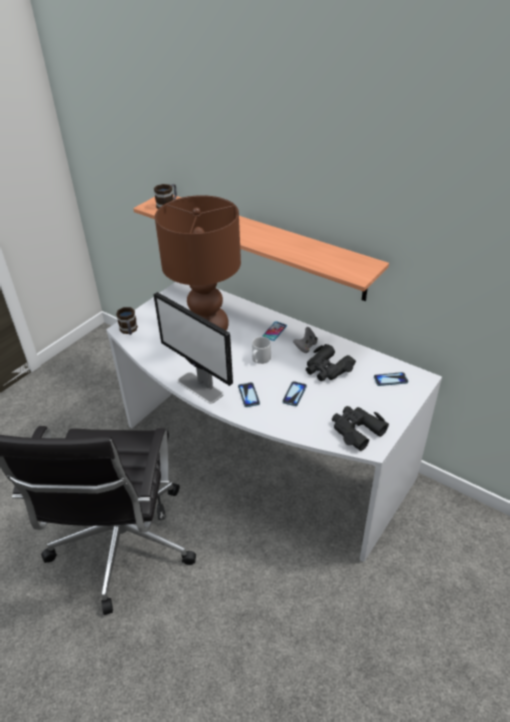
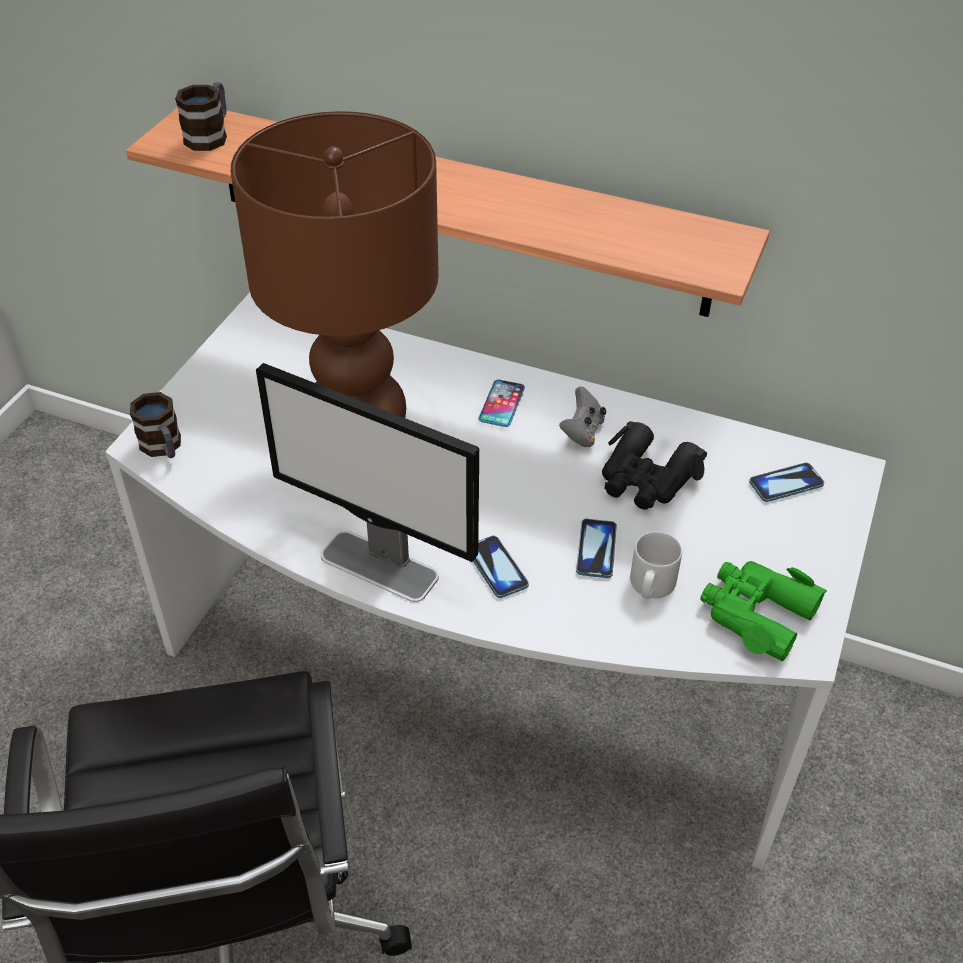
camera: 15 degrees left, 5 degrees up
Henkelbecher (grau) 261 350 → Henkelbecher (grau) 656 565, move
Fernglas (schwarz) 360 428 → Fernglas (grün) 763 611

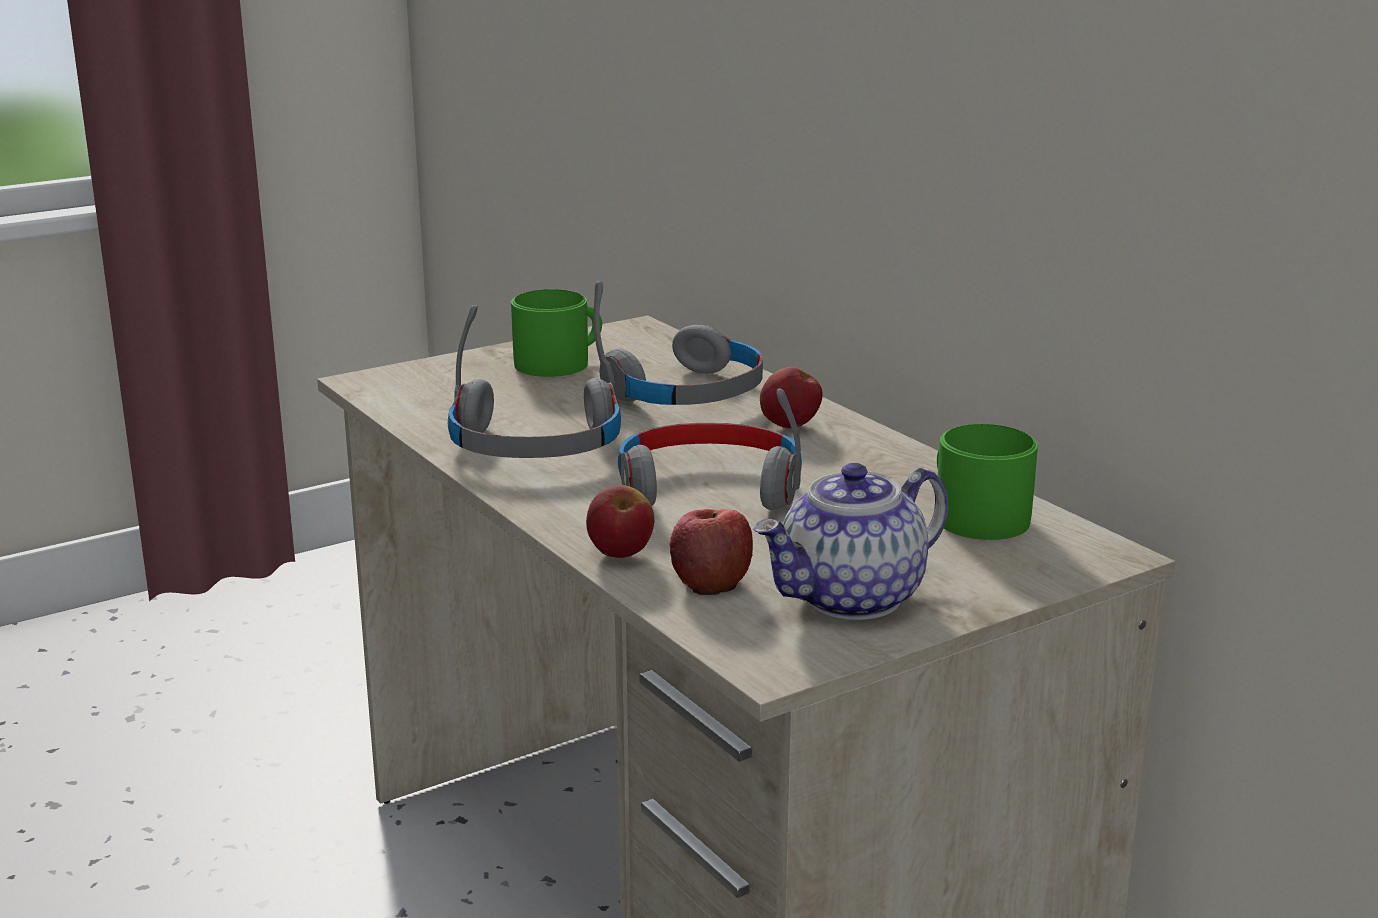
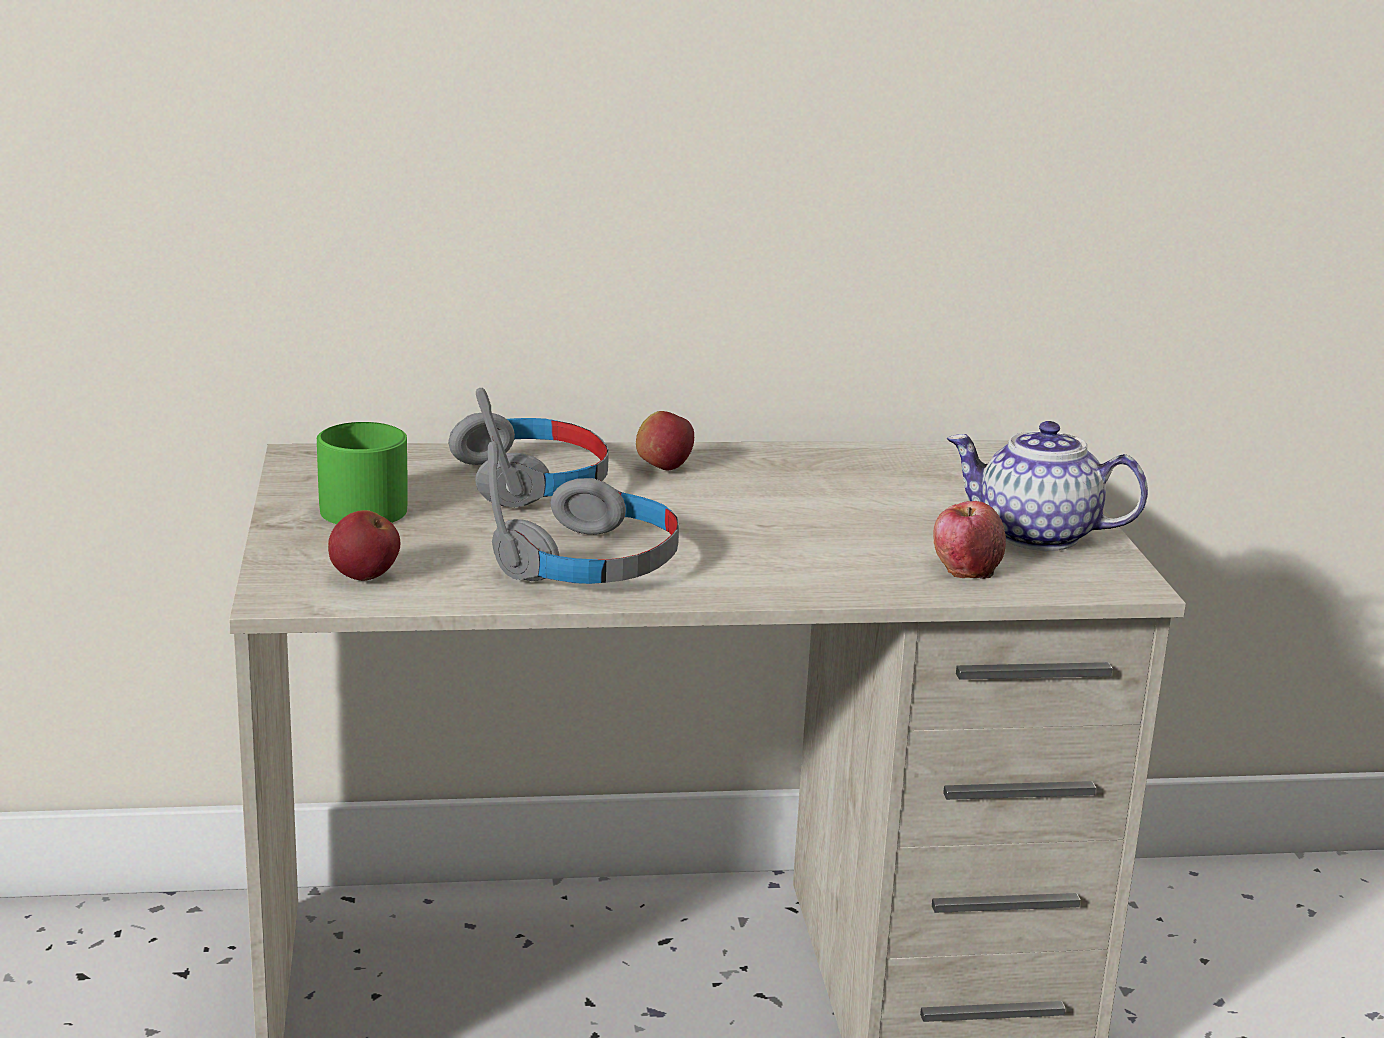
camera: 65 degrees left, 0 degrees up
Apfel 620 521 → Apfel 364 545, move
Kopfhörer (grau) 710 449 → -
Teekanne 850 541 → Teekanne 1047 486, 120 degrees clockwise
Henkelbecher (grün) 987 482 → -

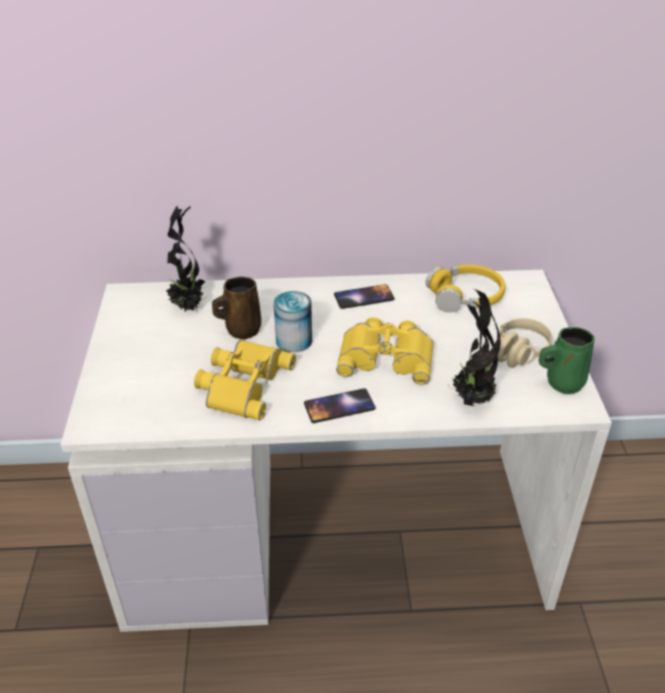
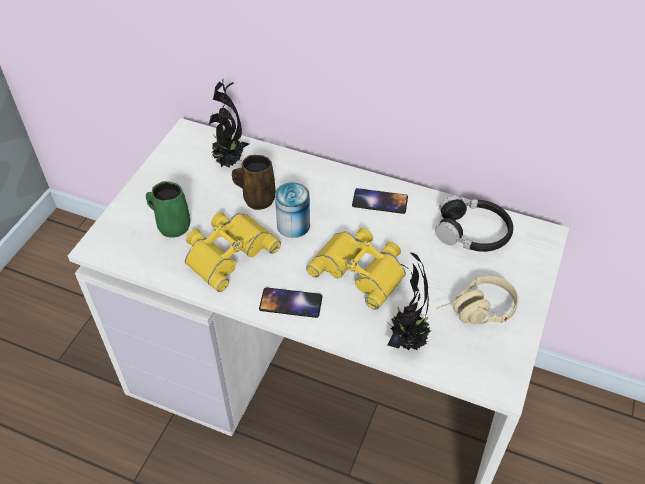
camera: 25 degrees right, 10 degrees up
Kopfhörer (gelb) 466 289 → Kopfhörer (schwarz) 474 224
Henkelbecher (grün) 567 360 → Henkelbecher (grün) 168 209, move

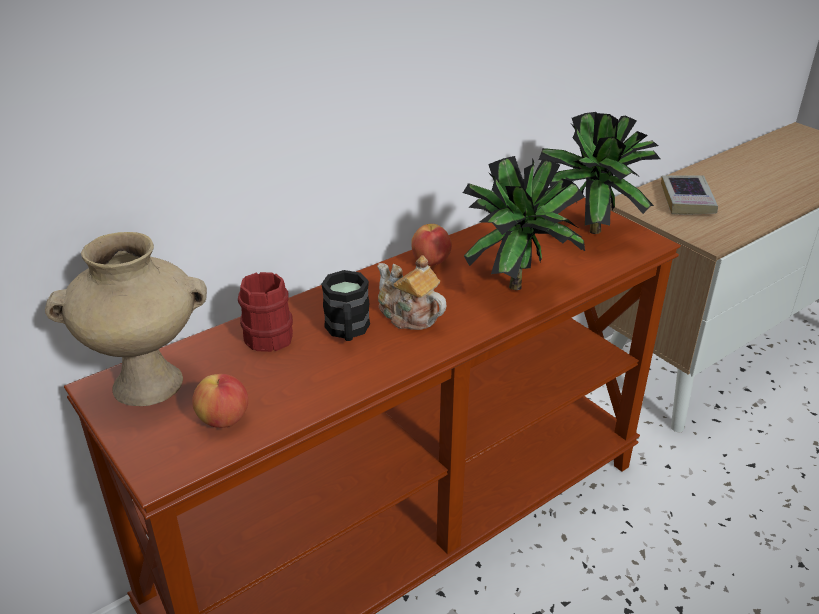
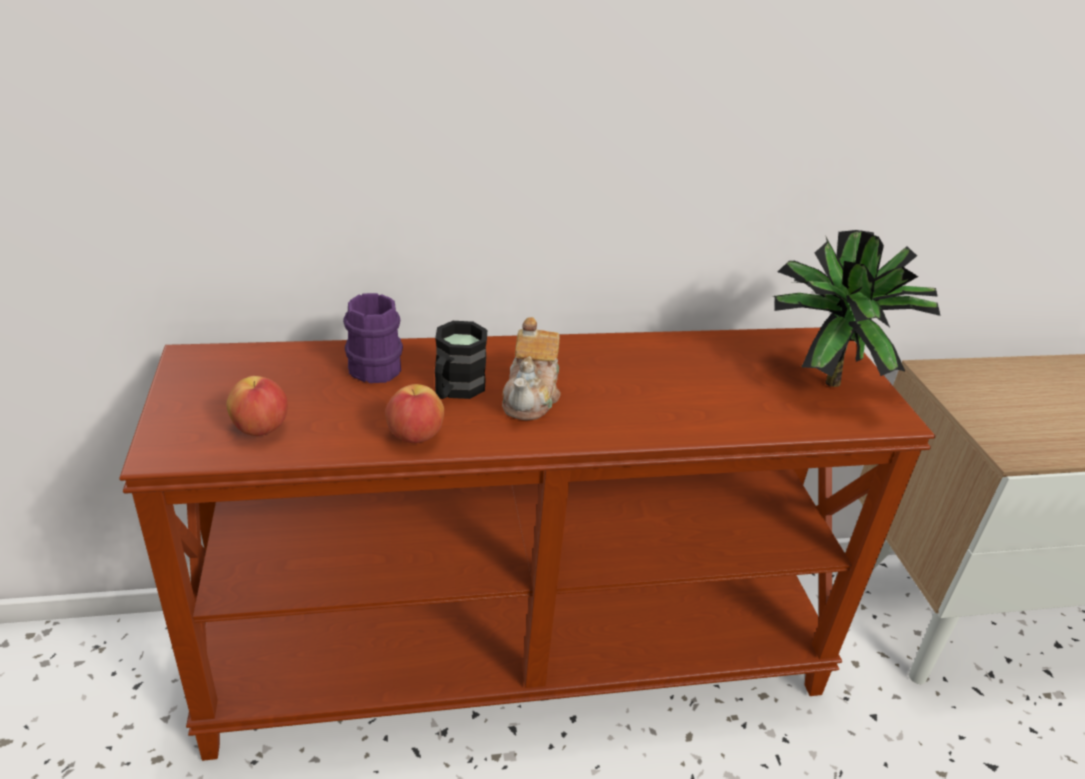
camera: 25 degrees right, 0 degrees up
Vase (beige) 126 319 → -
Henkelbecher (rot) 265 312 → Henkelbecher (lila) 373 338
Teekanne 412 292 → Teekanne 531 368, 150 degrees counterclockwise
Apfel 431 245 → Apfel 414 413, move
Topfpflanze 524 223 → -
Buch 689 194 → -

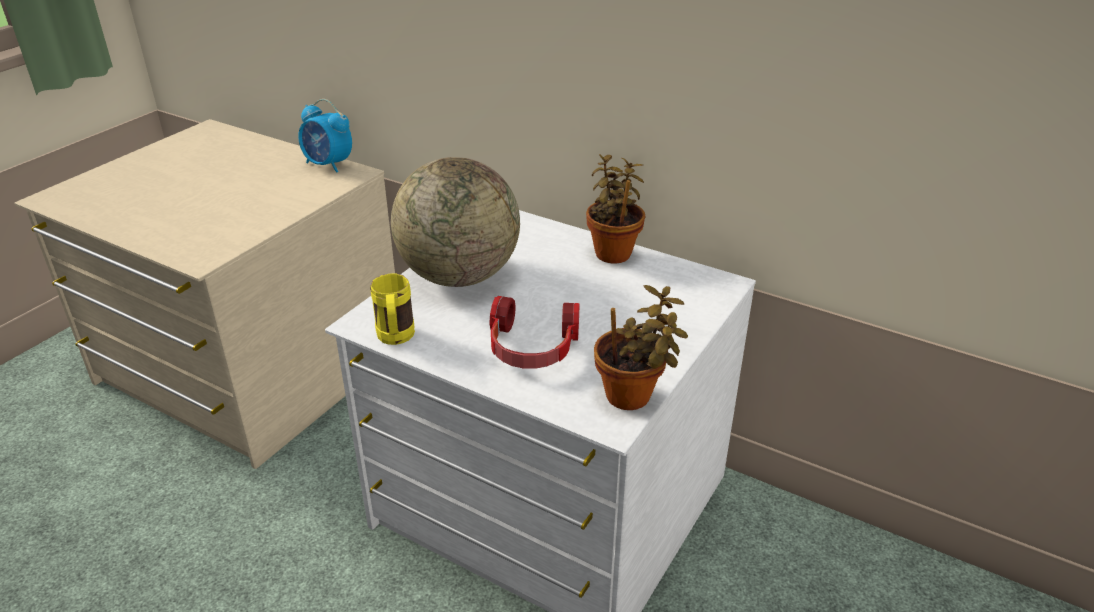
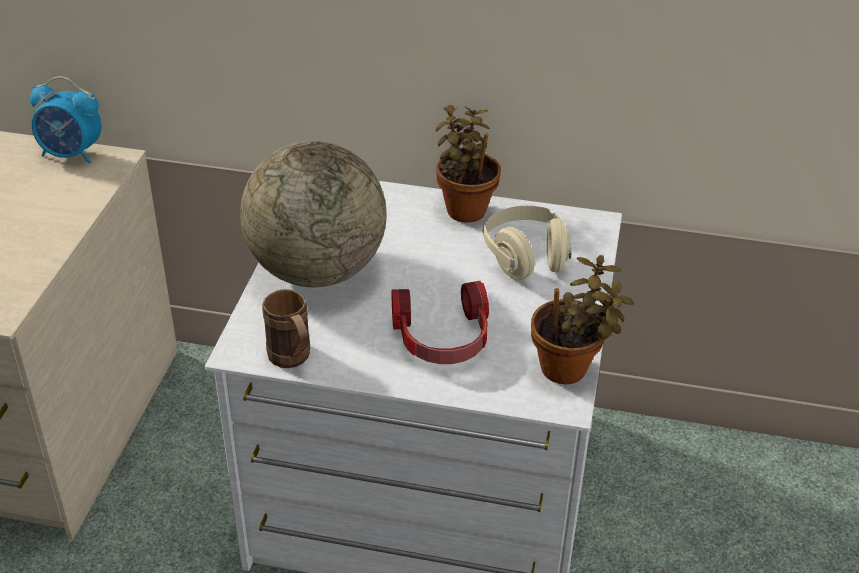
camera: 20 degrees left, 5 degrees up
Henkelbecher (gelb) 392 309 → Henkelbecher (braun) 286 328
- → Kopfhörer (beige) 527 243

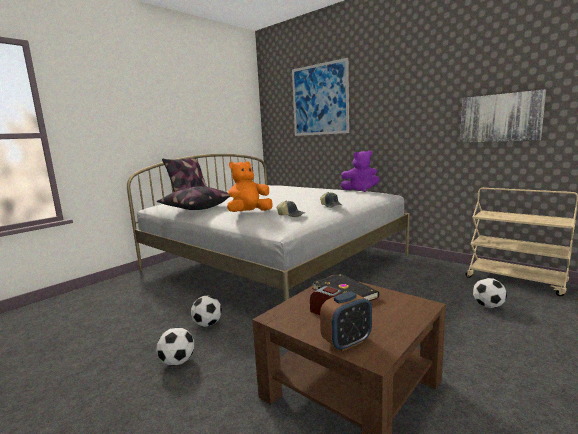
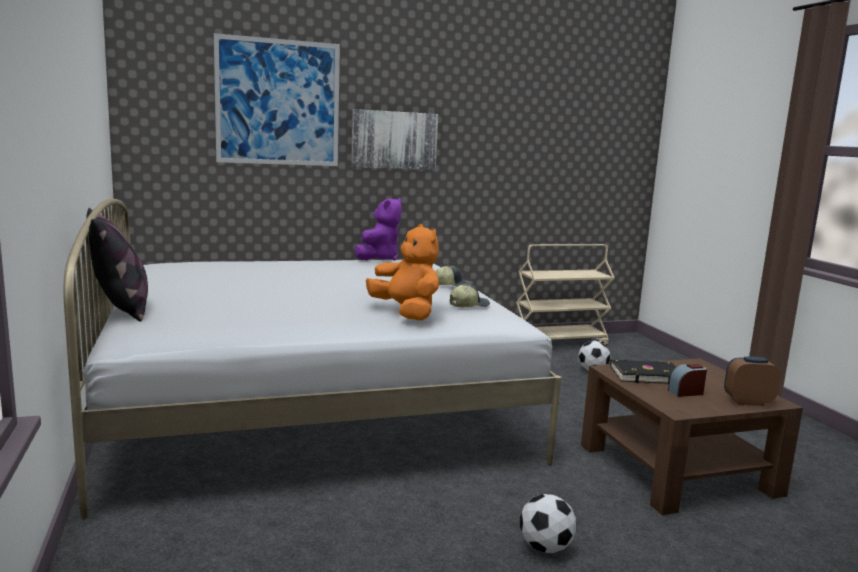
camera: 60 degrees left, 0 degrees up
Kissen 193 198 → -
Fußball 206 311 → -
Plüschtier (orange) 249 186 → Plüschtier (orange) 402 272, 150 degrees clockwise
Wecker 346 321 → Wecker 752 381, 90 degrees counterclockwise
Bild 503 116 → Bild 394 139, move

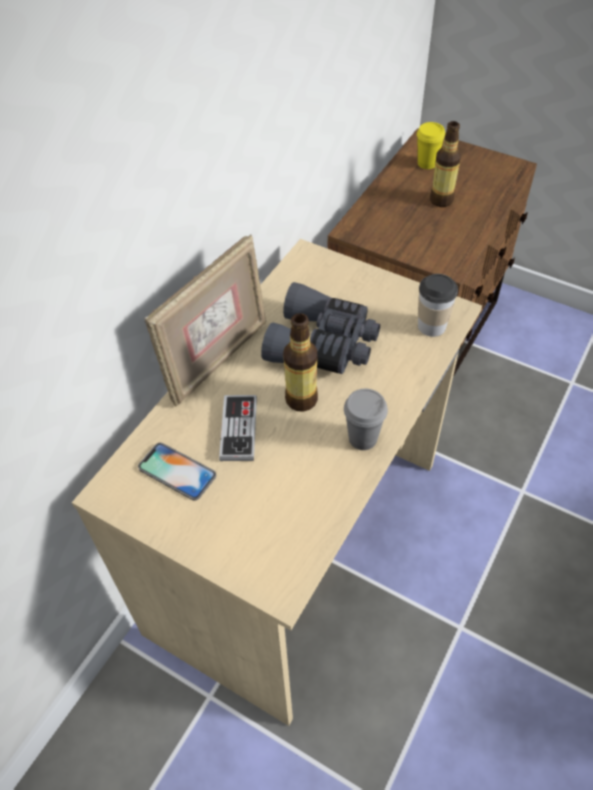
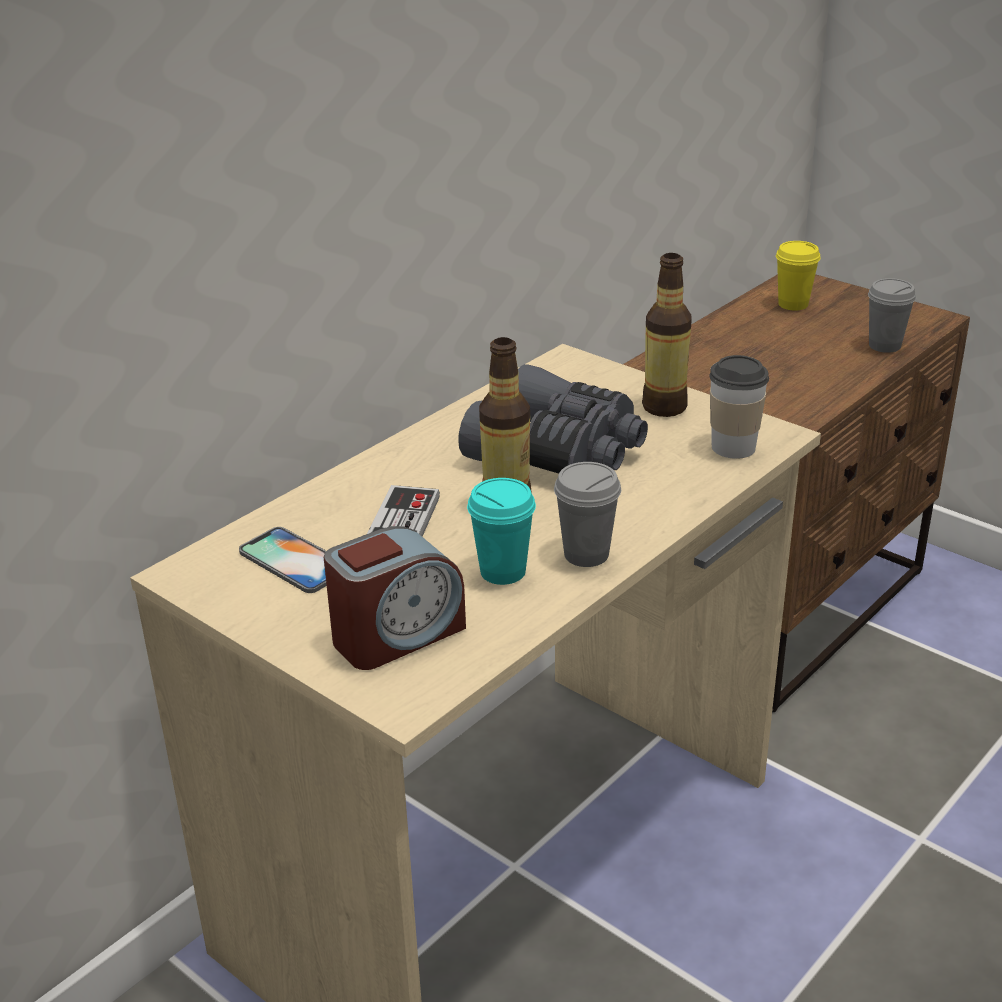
camera: 10 degrees right, 20 degrees down
Bilderrahmen 205 321 → -
Flasche 445 164 → Flasche 667 335, move
- → Wecker 395 598
- → Tasse (türkis) 501 531
- → Tasse (grau) 892 315

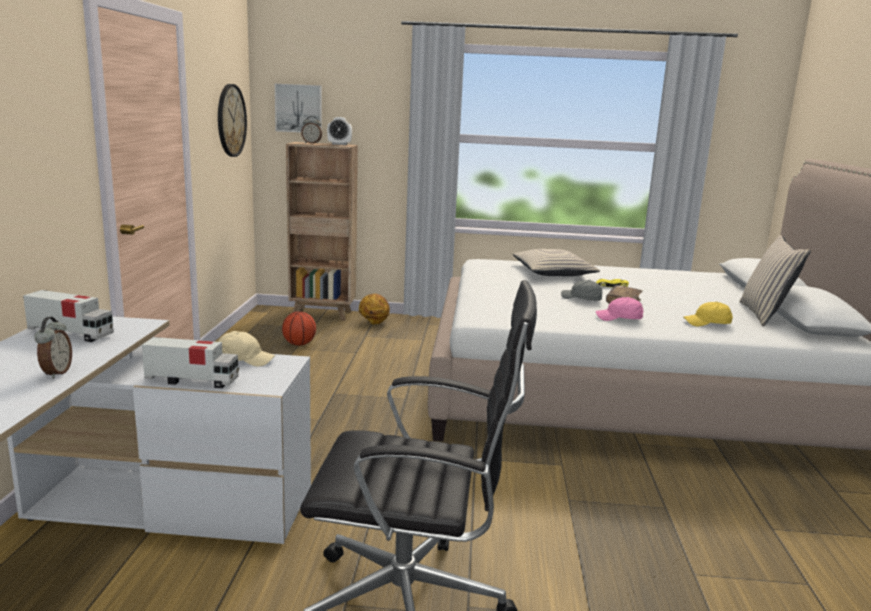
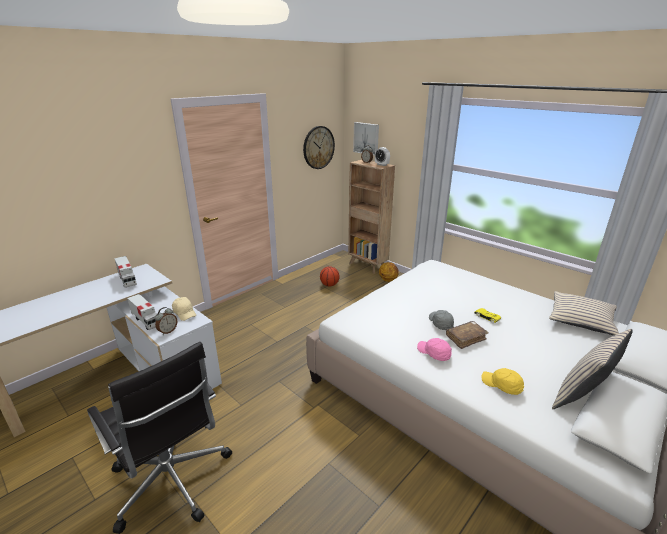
camera: 40 degrees right, 10 degrees up
Wecker 53 348 → Wecker 166 321, move
Kissen (beige) 556 262 → Kissen (beige) 584 313, move

